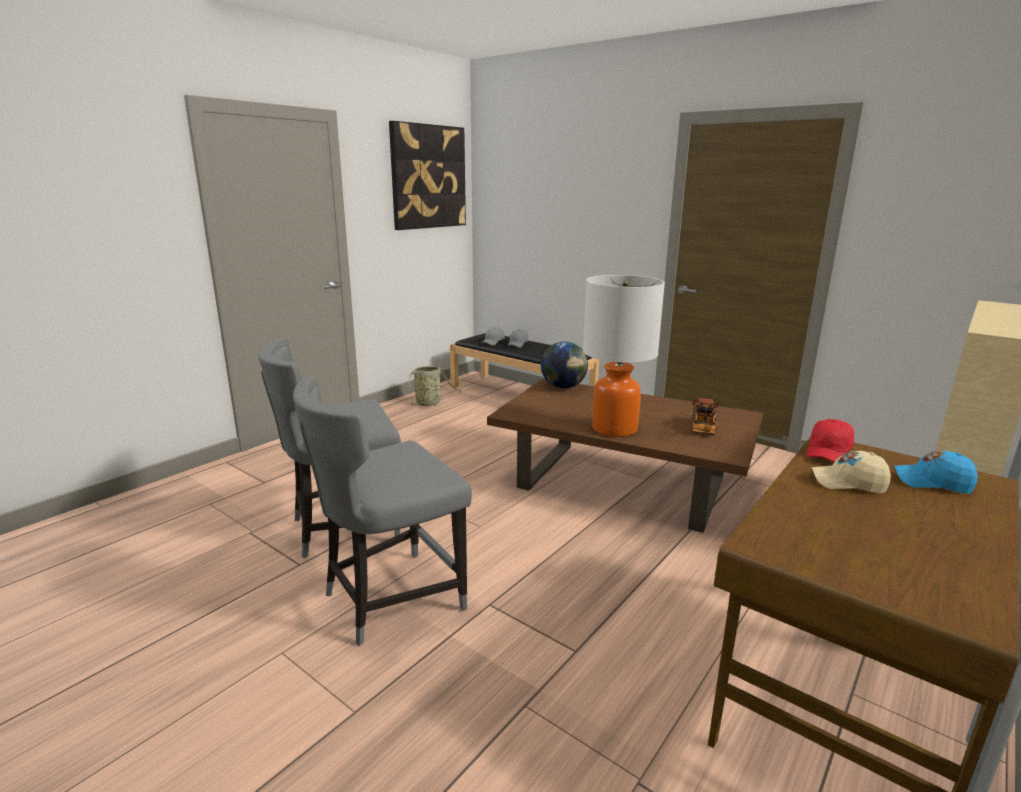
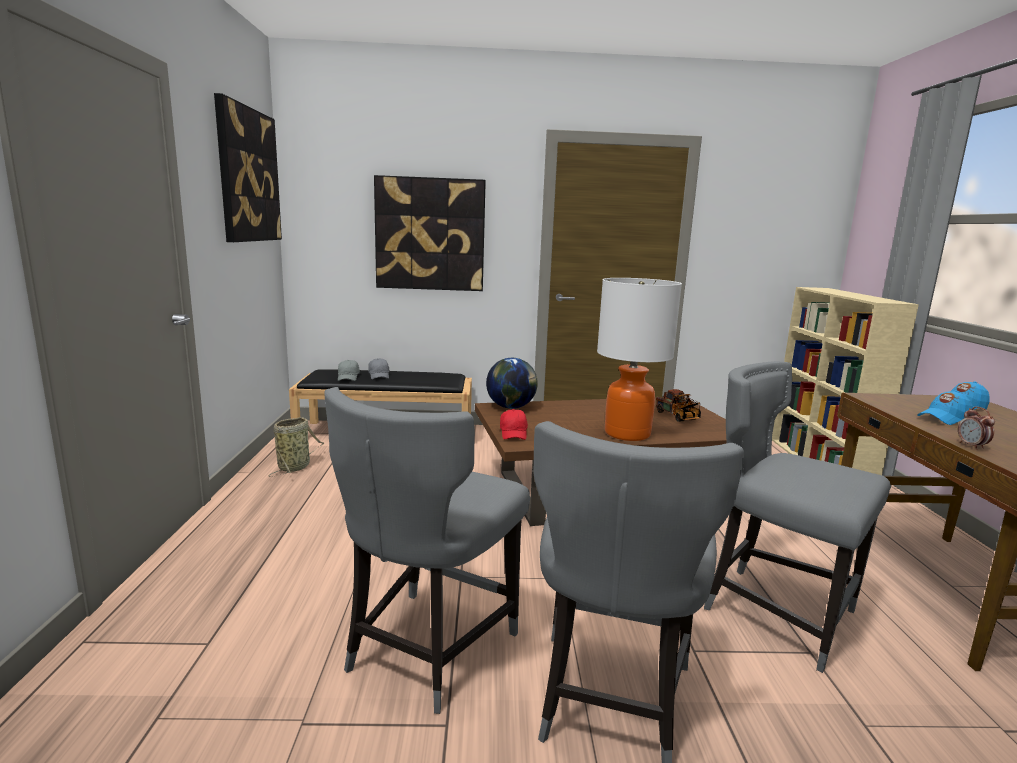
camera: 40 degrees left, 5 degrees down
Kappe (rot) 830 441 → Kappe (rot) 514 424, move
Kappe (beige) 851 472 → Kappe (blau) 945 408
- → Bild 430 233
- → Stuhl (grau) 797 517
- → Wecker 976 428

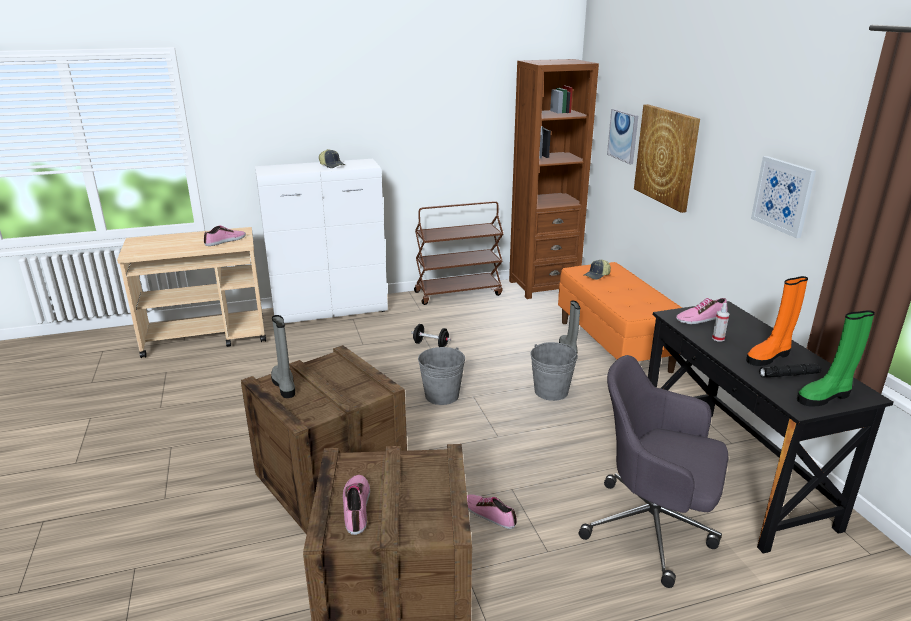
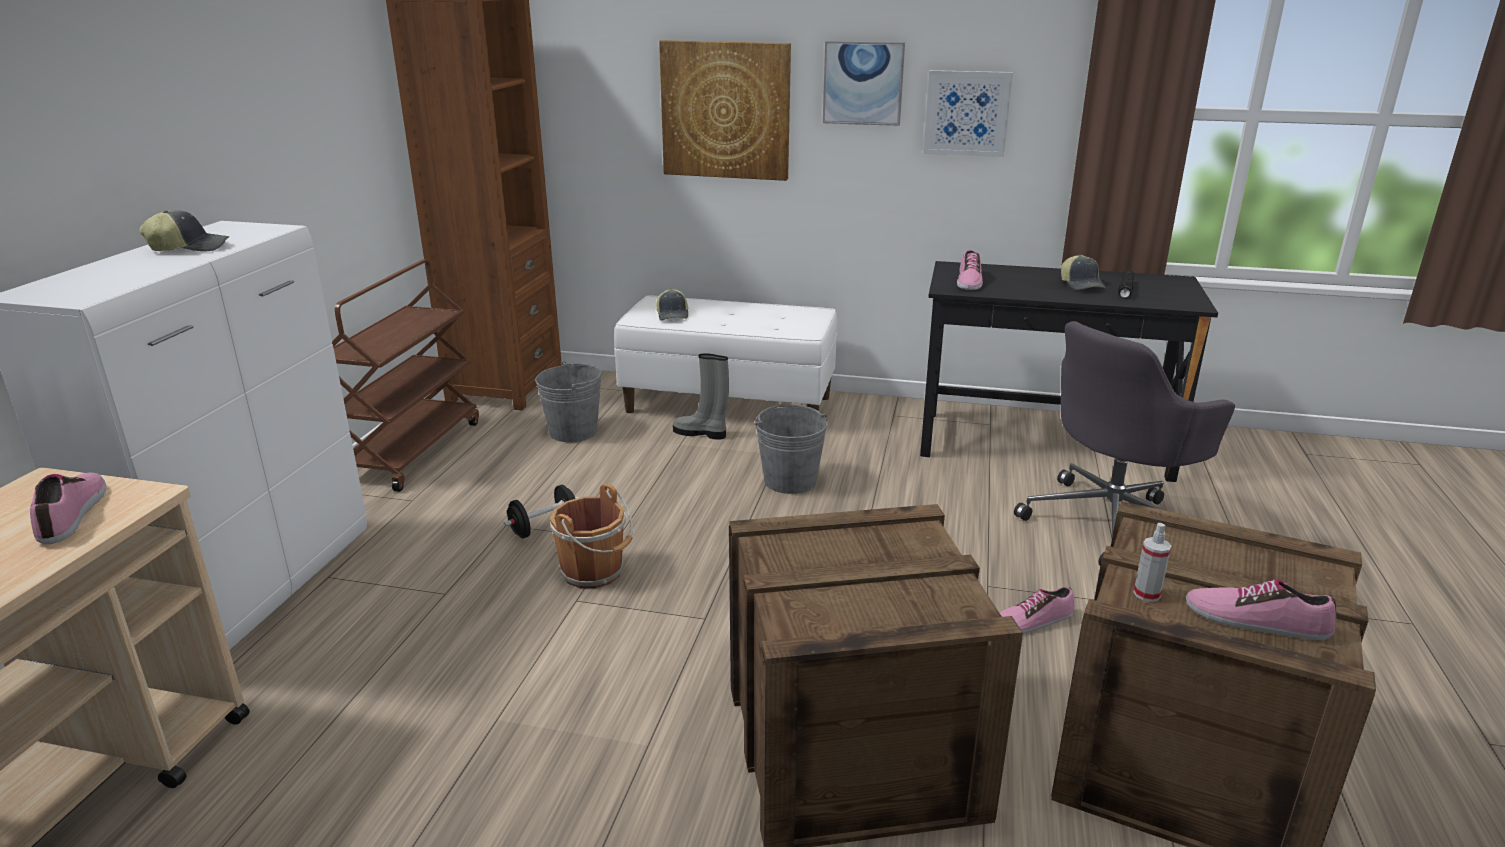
camera: 60 degrees left, 0 degrees up
Stiefel (grau) 283 356 → -
Eimer (grau) 441 376 → Eimer (grau) 569 402, move
Bank (orange) 620 317 → Bank (weiß) 725 354
Bild 622 136 → Bild 864 83, move
Sprühflasche 720 322 → Sprühflasche 1153 562, move
Stiefel (orange) 777 321 → Kappe 1083 272
Stiefel (grün) 836 358 → -
- → Eimer (braun) 591 536

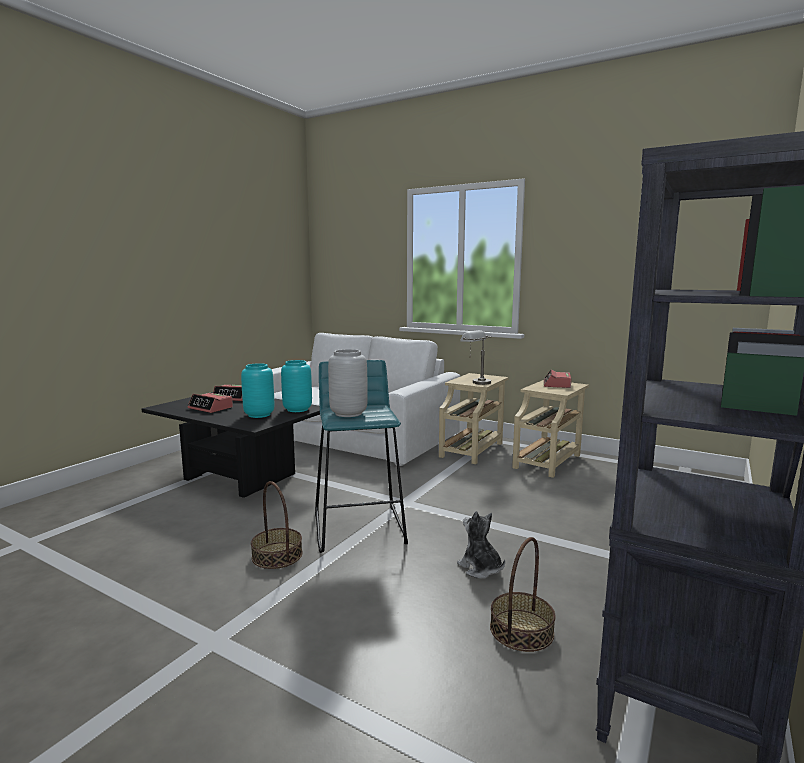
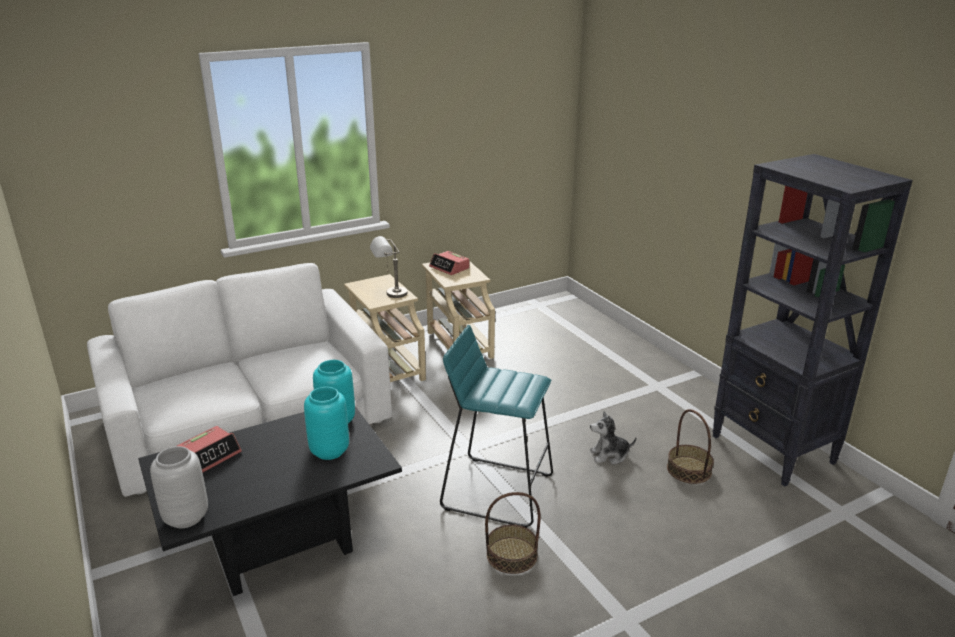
camera: 60 degrees left, 15 degrees up
Wecker 210 403 → -
Vase (grau) 348 383 → Vase (grau) 179 487, move

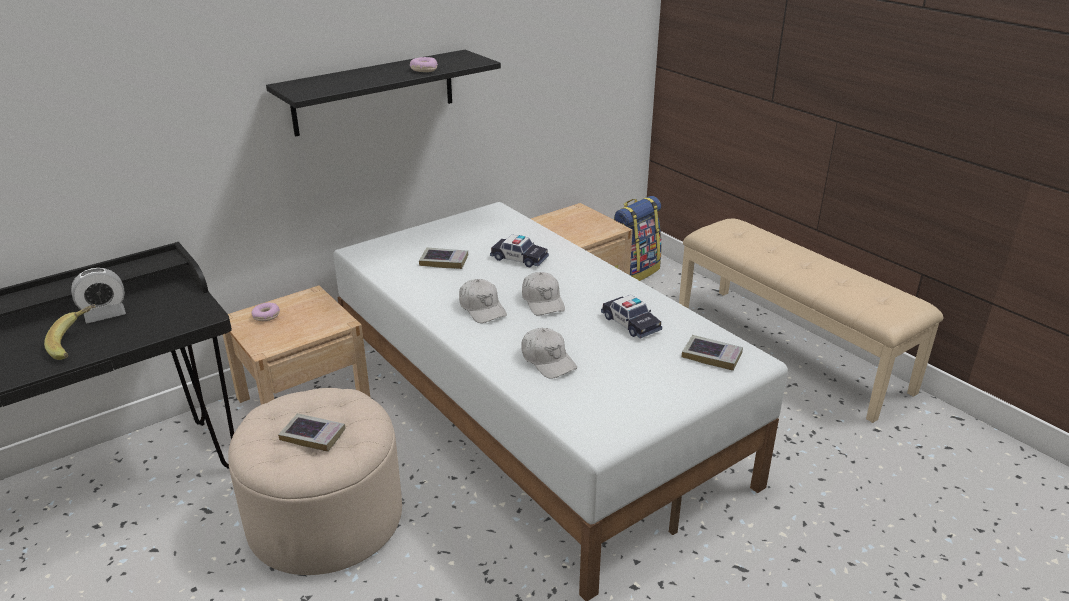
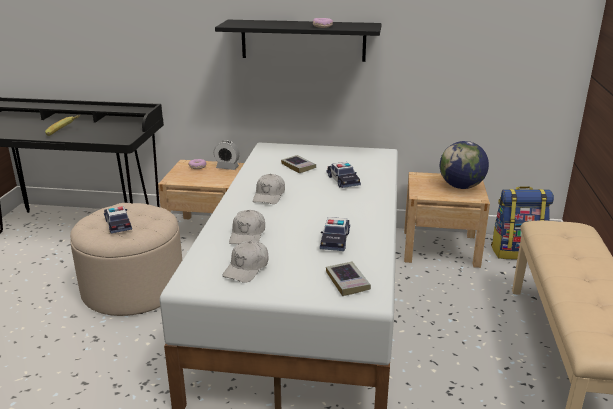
camera: 45 degrees right, 5 degrees down
Wecker 98 295 → Wecker 227 155, move
Buch 312 432 → Spielzeugauto 118 219
Kappe (weiß) 543 293 → Kappe (weiß) 245 262, move
- → Globus 464 165

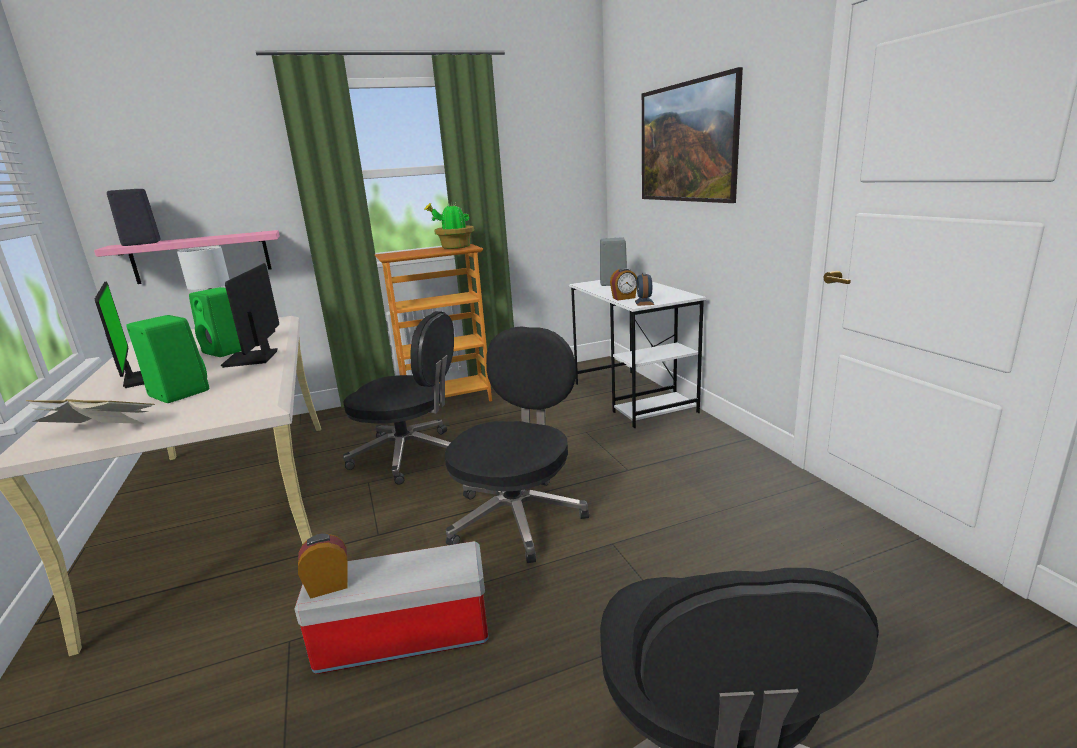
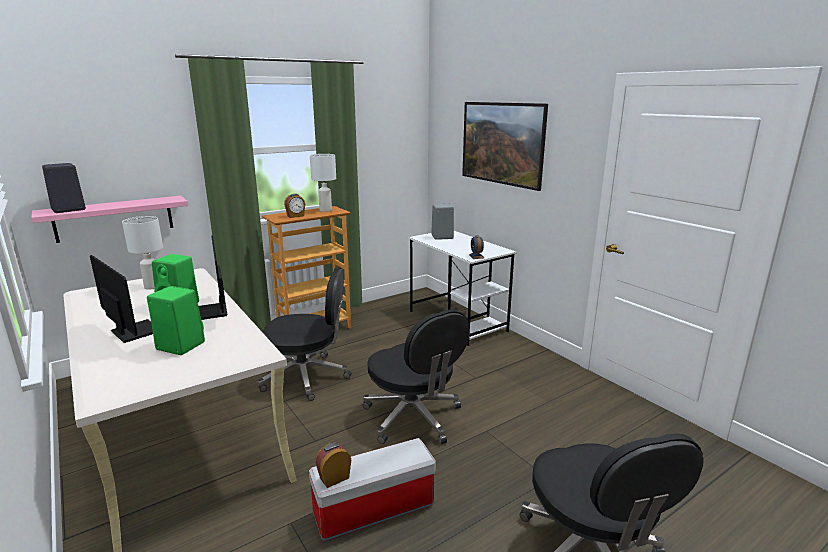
camera: 15 degrees left, 0 degrees up
Buch 90 411 → -
Topfpflanze 449 225 → Tischlampe (weiß) 323 183
Bürostuhl (schwarz) 517 444 → Bürostuhl (schwarz) 416 377, 135 degrees clockwise
Wecker 623 284 → Wecker 294 206, move

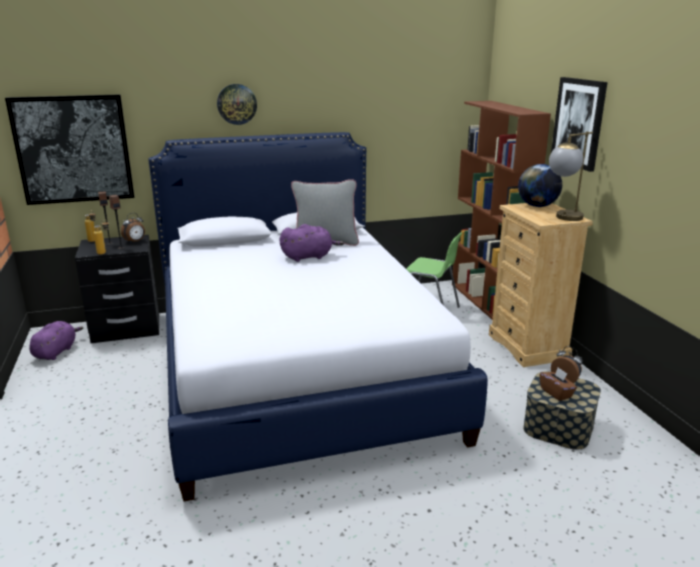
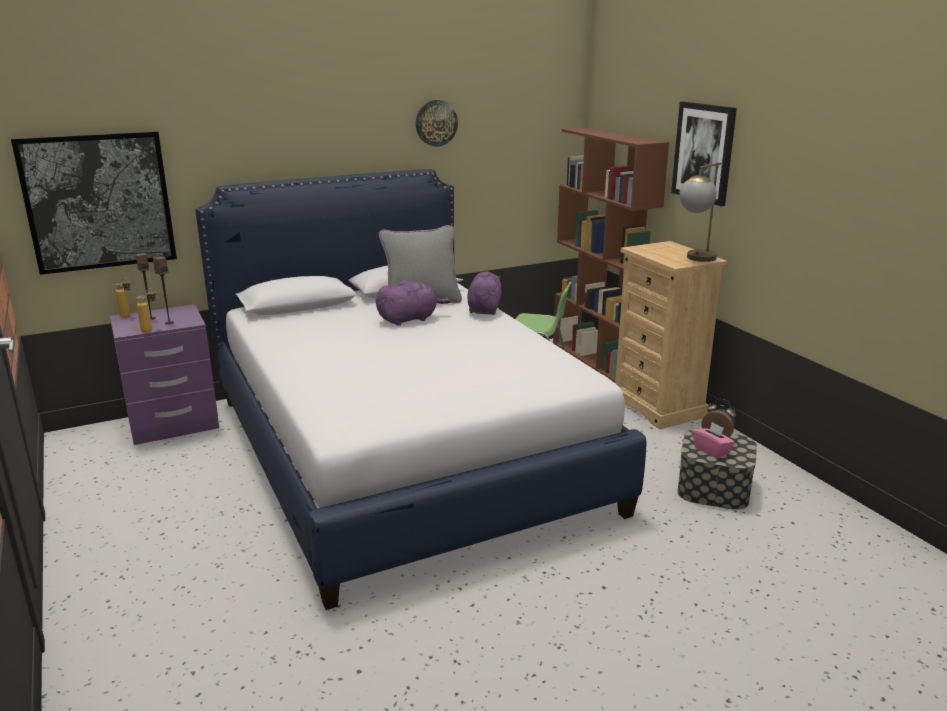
camera: 10 degrees left, 0 degrees up
Plüschtier (lila) 56 340 → Plüschtier (lila) 484 293, move
Nachttisch (schwarz) 117 289 → Nachttisch (lila) 164 374
Wecker 133 228 → -
Wanduhr 237 104 → Wanduhr 437 123, move
Globus 540 185 → -
Taschentuchbox (braun) 558 384 → Taschentuchbox (rosa) 714 440

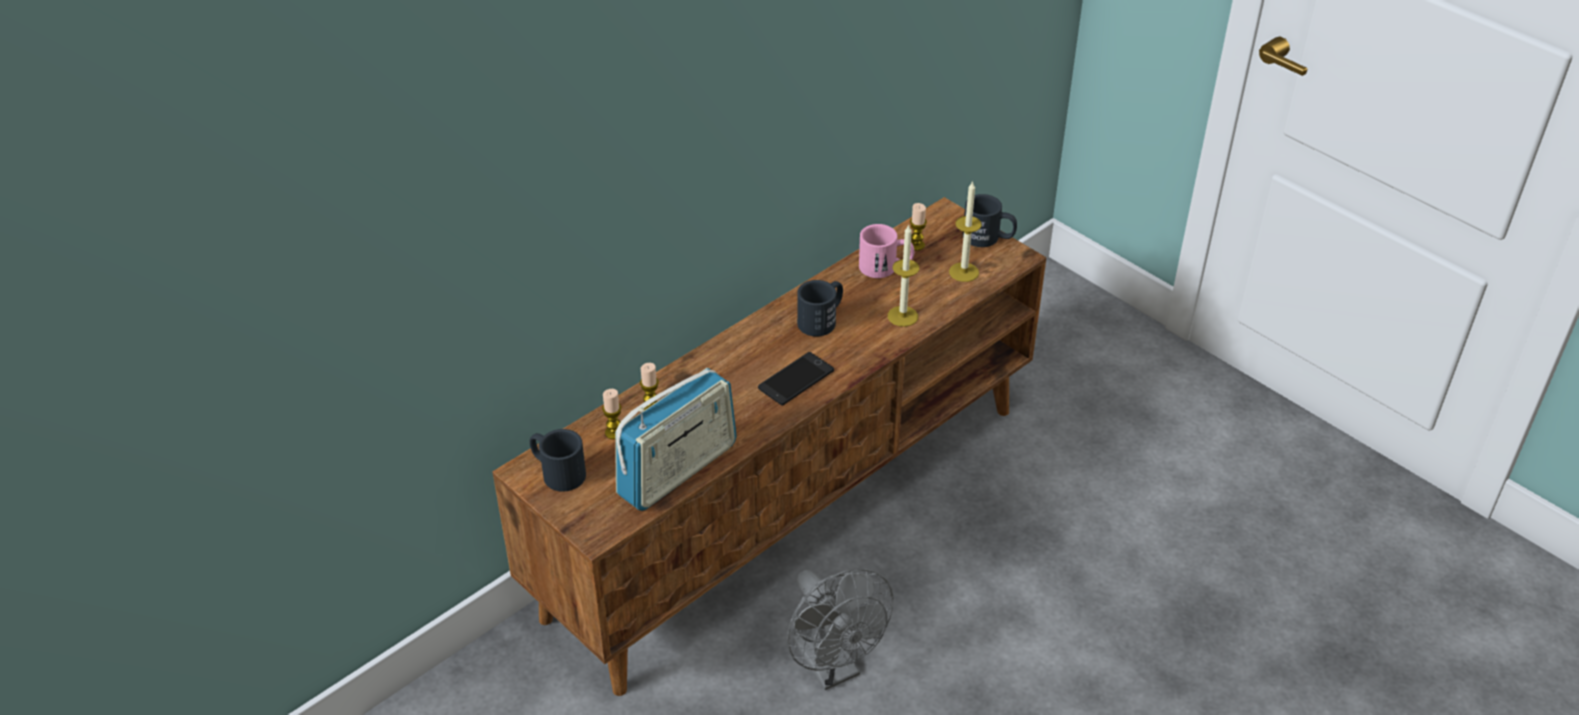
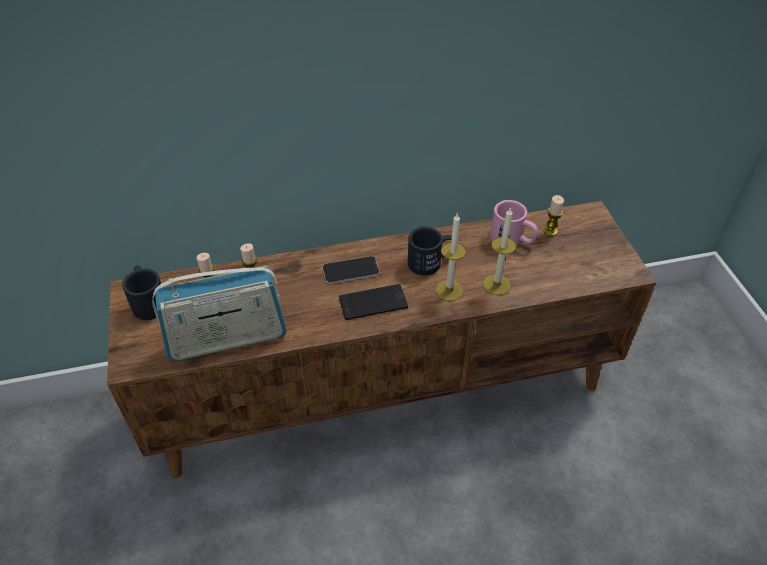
camera: 30 degrees right, 5 degrees up
Ventilator (grau) 840 629 → -
Kerze 965 231 → Kerze 451 257, move
Henkelbecher (schwarz) 990 220 → -
- → Handy 351 270

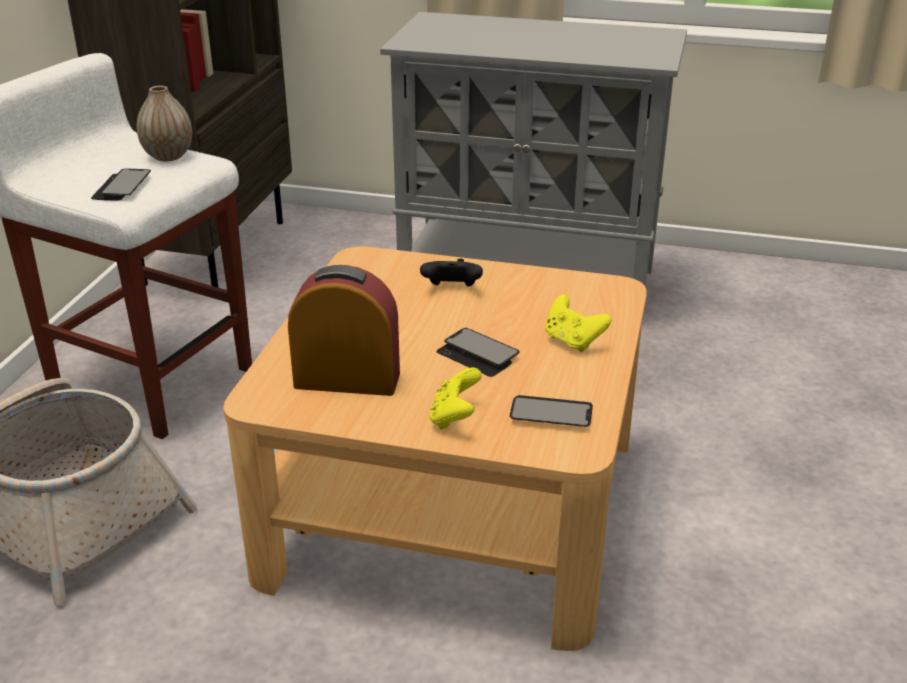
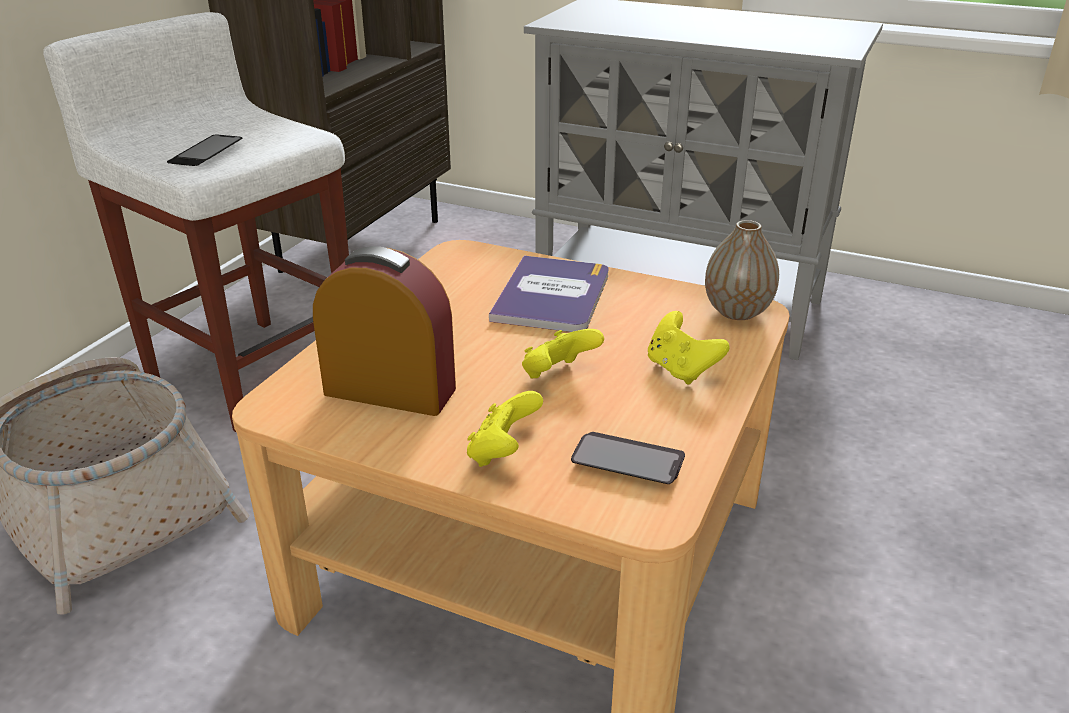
camera: 10 degrees right, 0 degrees up
Vase 164 123 → Vase 742 270, move
Gamepad (schwarz) 451 272 → Buch 549 294
Handy 478 352 → Gamepad (gelb) 563 353

